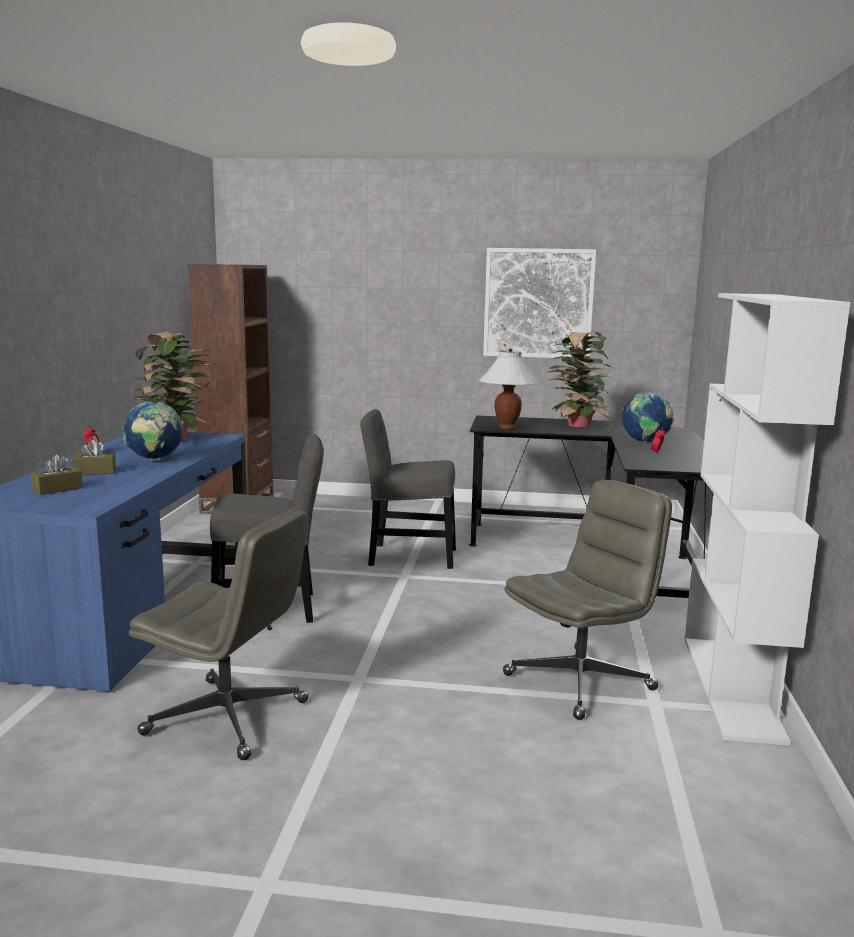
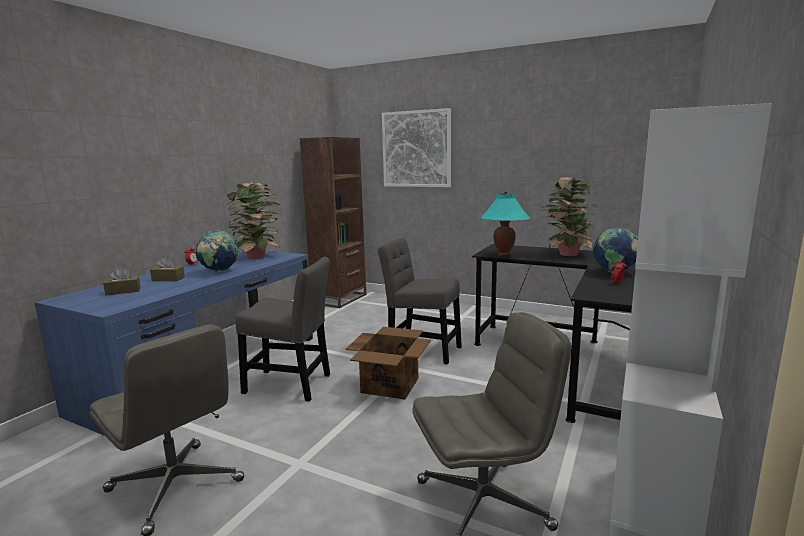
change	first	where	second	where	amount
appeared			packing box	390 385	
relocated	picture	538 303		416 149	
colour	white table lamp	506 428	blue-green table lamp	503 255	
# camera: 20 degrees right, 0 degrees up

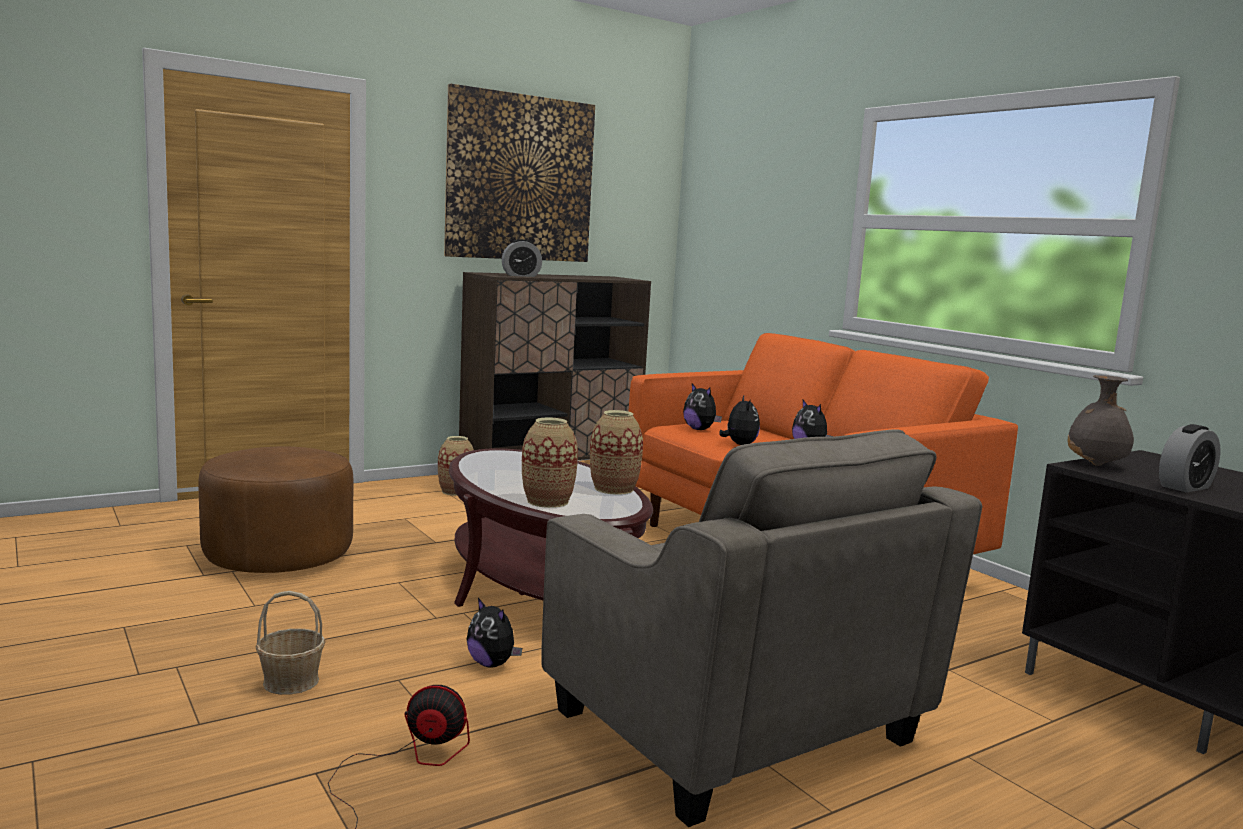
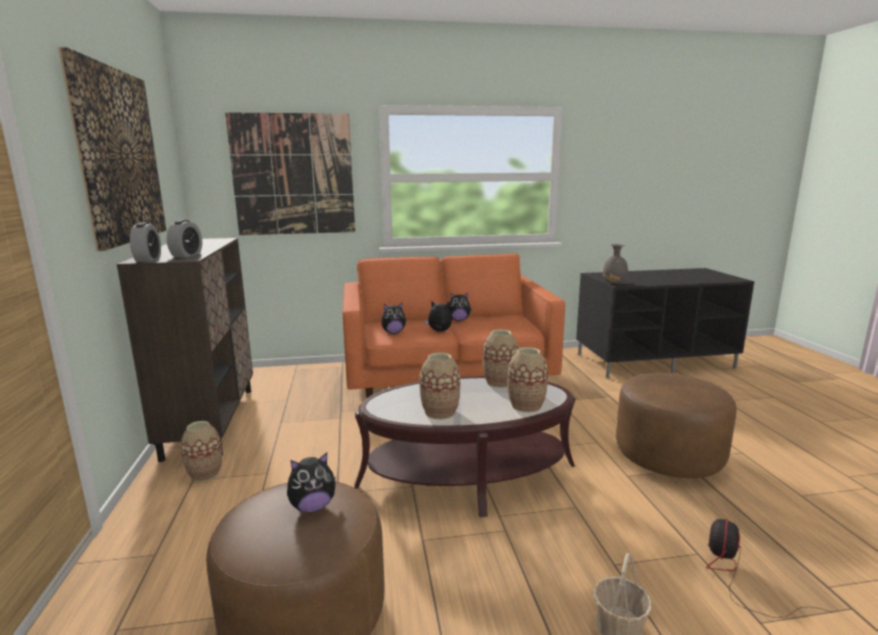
change	first	where	second	where	amount
appeared			picture	293 175	
appeared			vase	440 412	
relocated	cuddly toy	492 664		312 506	
relocated	bedside clock	1185 487		148 259	
exchanged	grey armchair	734 728	brown pouffe	669 455	
# camera: 65 degrees left, 5 degrees up

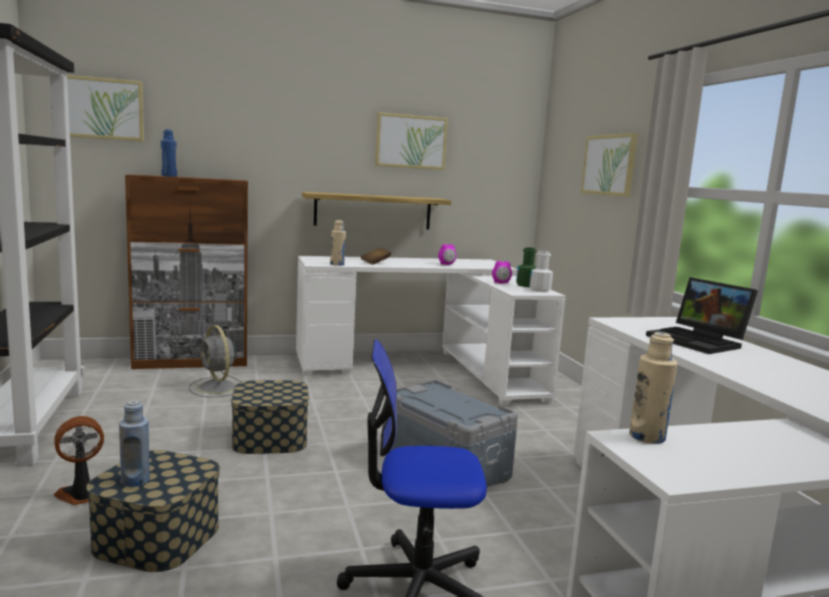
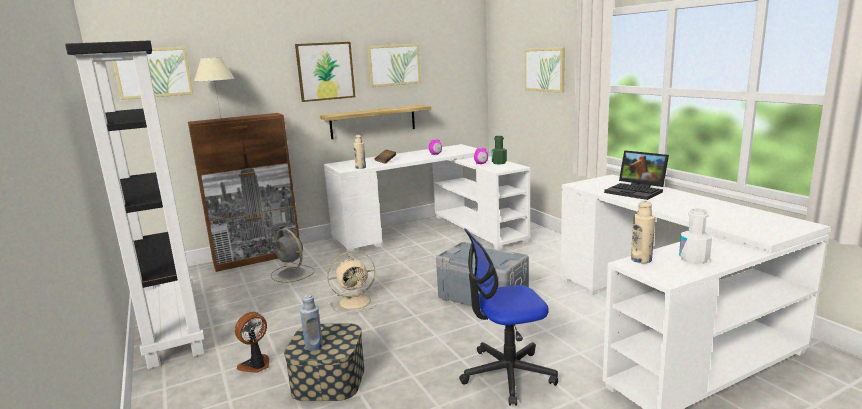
change	first	where	second	where	amount
appeared			picture	325 71	
relocated	white beverage bottle	540 290		694 259	
exchanged	blue beverage bottle	169 176	beige table lamp	220 119	
exchanged	storage container	270 437	beige fan	356 302	
# camera: 10 degrees left, 5 degrees up

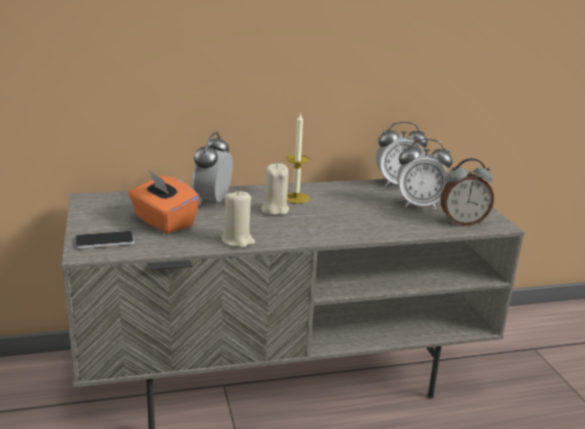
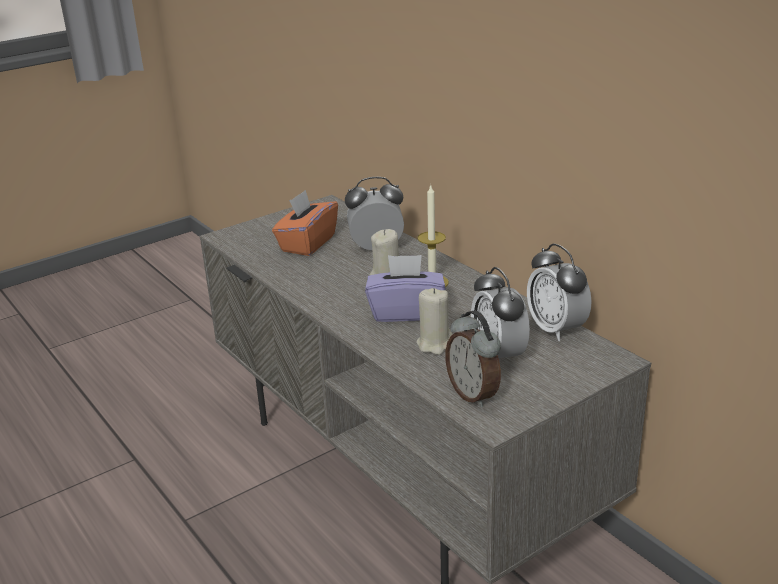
change	first	where	second	where	amount
missing	phone	104 241			
appeared			purplish tissue box	406 312	
relocated	beige wax candle	237 241		435 344	
# camera: 70 degrees right, 5 degrees up

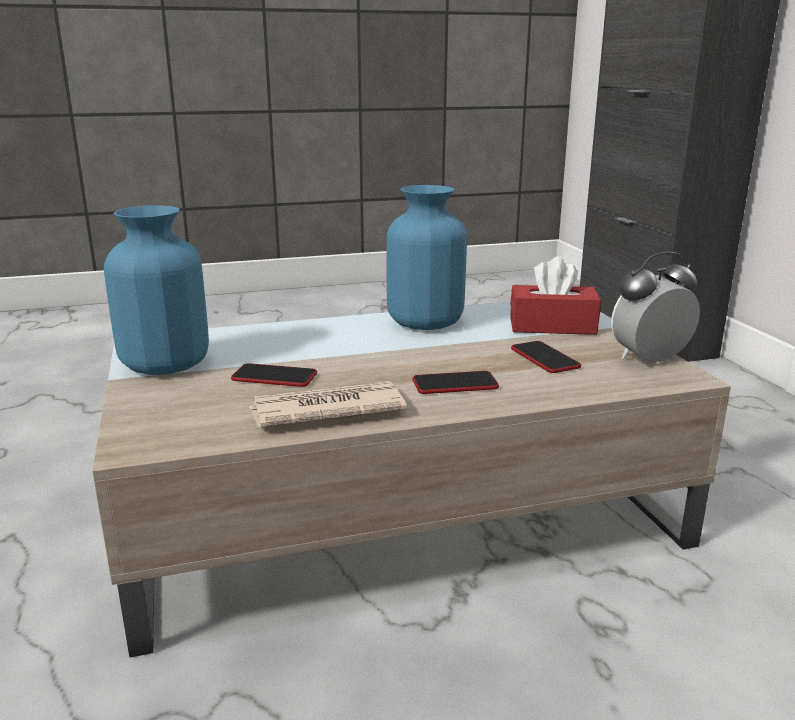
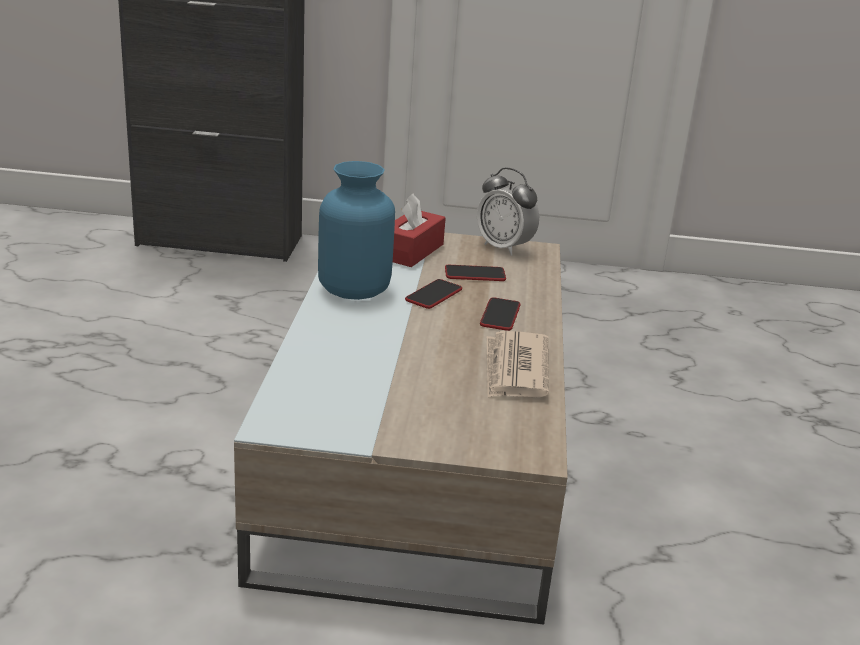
change	first	where	second	where	amount
missing	blue vase	165 364			
relocated	phone	274 377		433 295	
spun	bedside clock	649 360		504 247	45 degrees counterclockwise
# camera: 70 degrees left, 5 degrees up

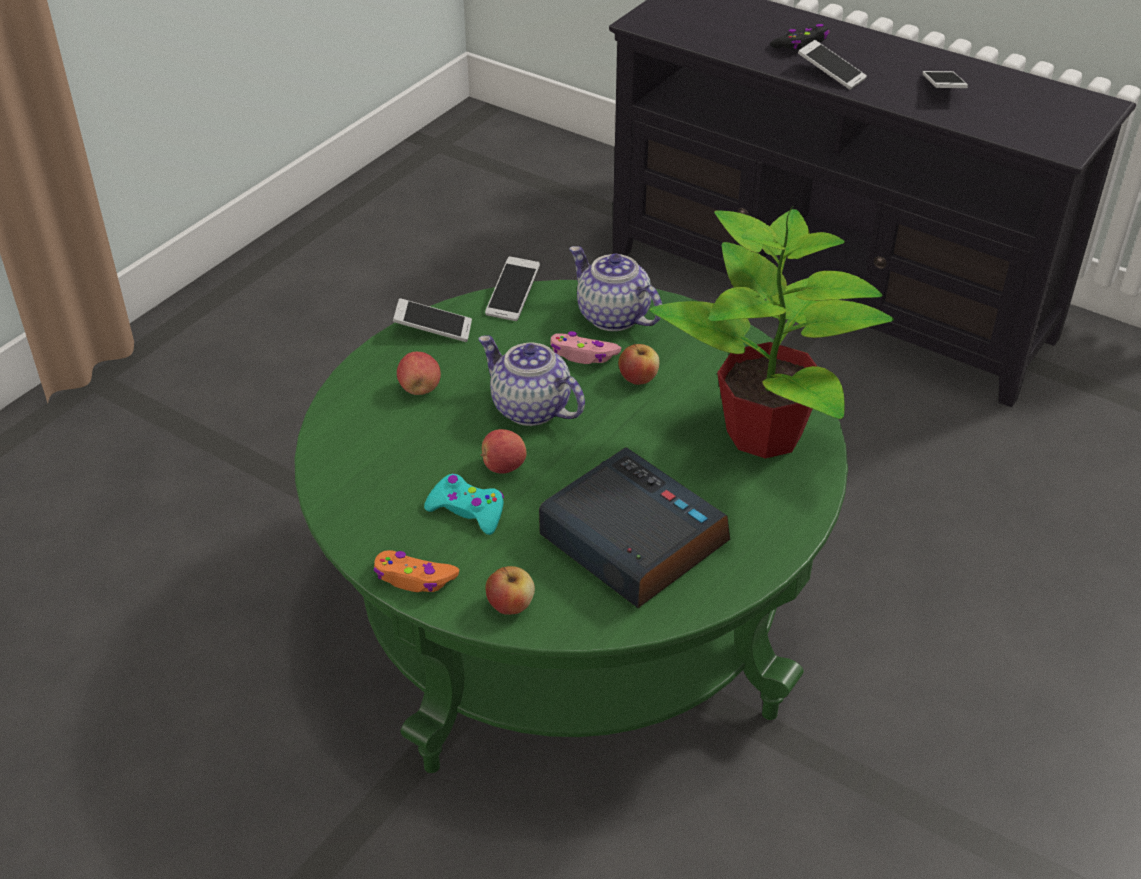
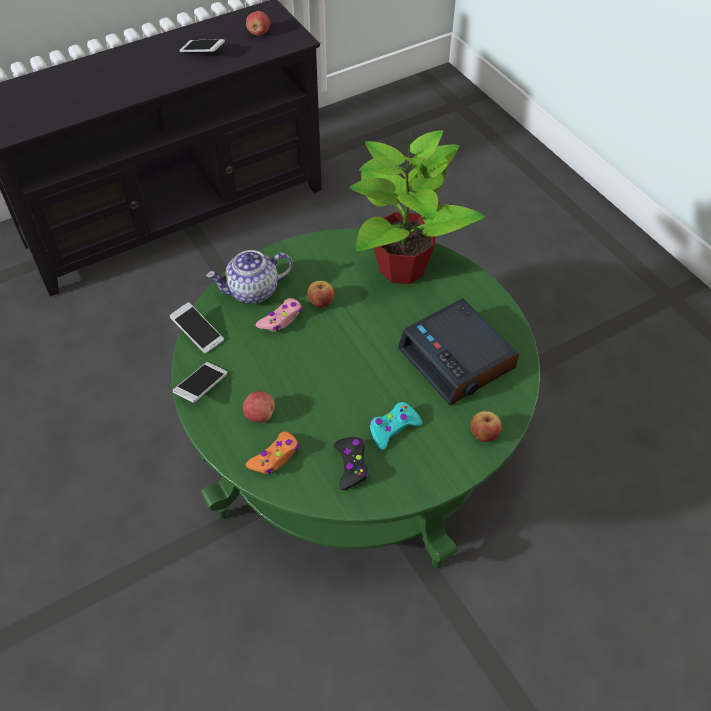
change	first	where	second	where	amount
missing	tea pot	529 408			
missing	phone	831 74			
relocated	orange-coloured game controller	414 578		275 457	
relocated	whole apple	503 466		258 33	
relocated	blackish game controller	801 45		351 465	
spun	bedside clock	631 540		458 359	105 degrees counterclockwise
# camera: 65 degrees left, 10 degrees up

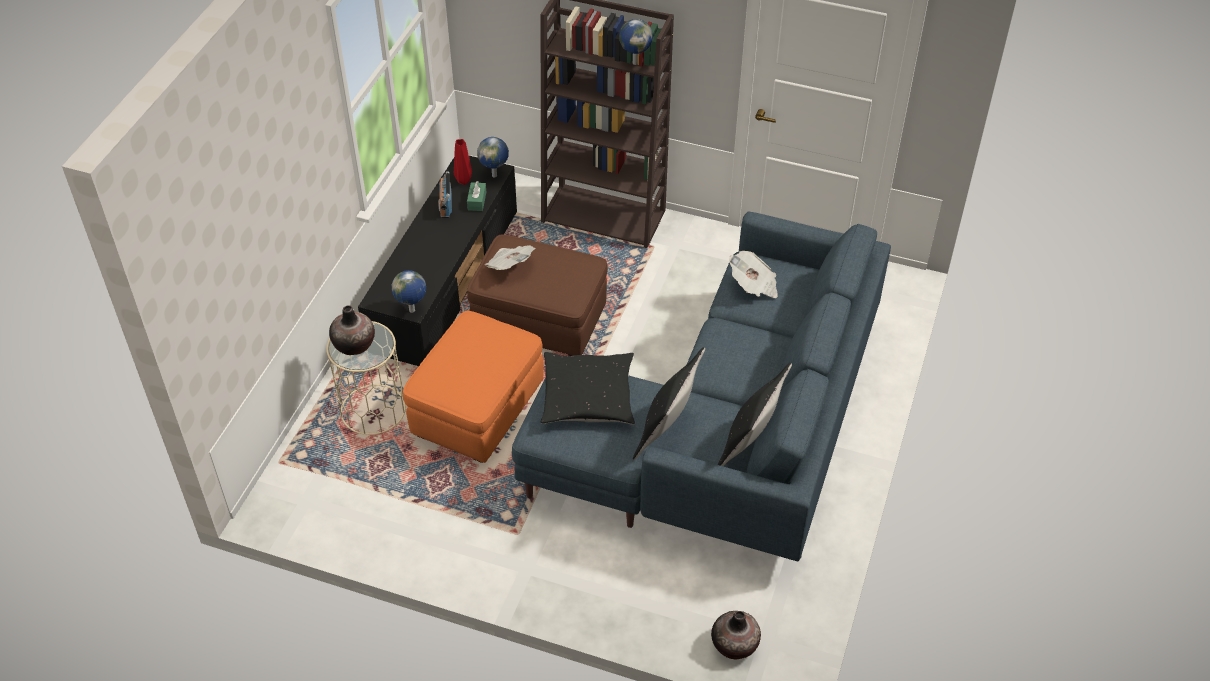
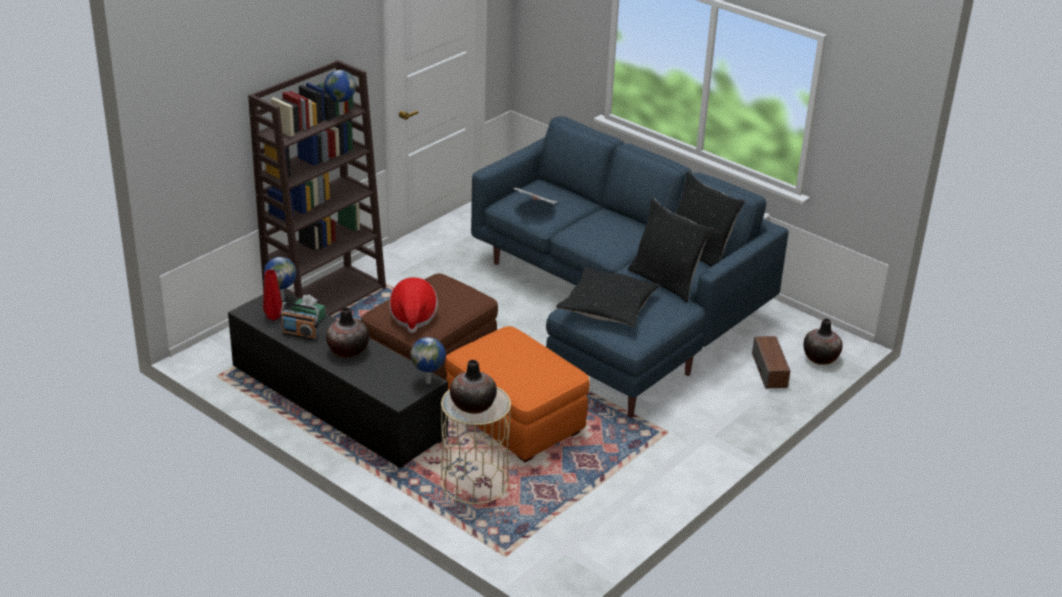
change	first	where	second	where	amount
appeared			vase	348 350	
appeared			loudspeaker	770 370	
exchanged	printed paper	510 266	hat	413 317	
# camera: 70 degrees left, 15 degrees down

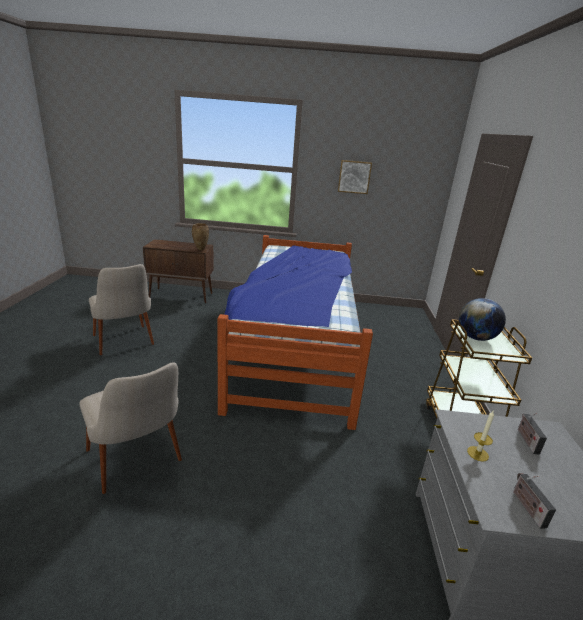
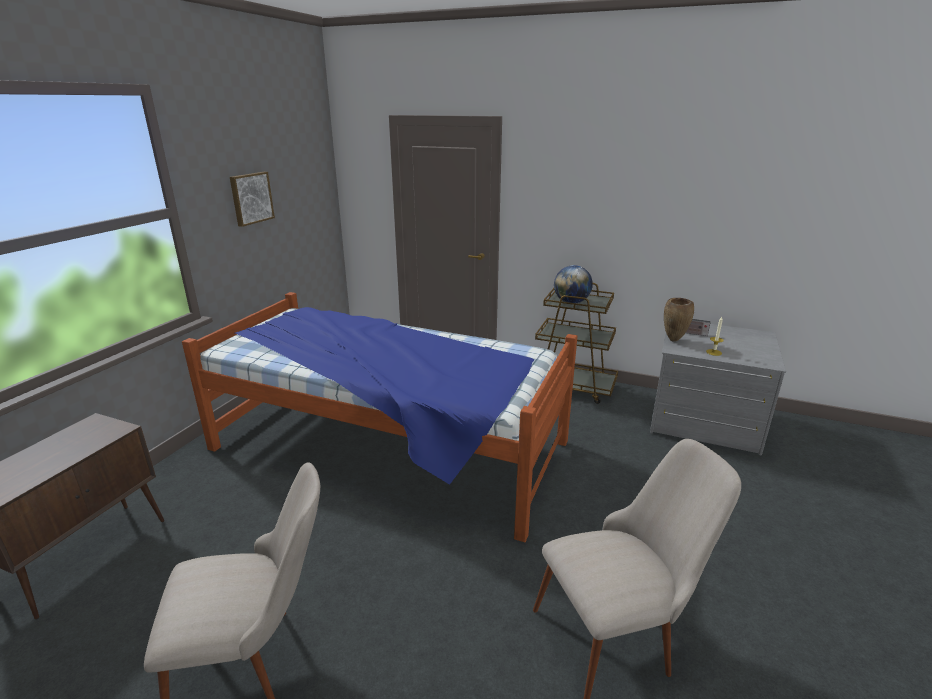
change	first	where	second	where	amount
missing	radio set	527 507			
relocated	brown vase	200 249		673 340	
# camera: 70 degrees left, 0 degrees up

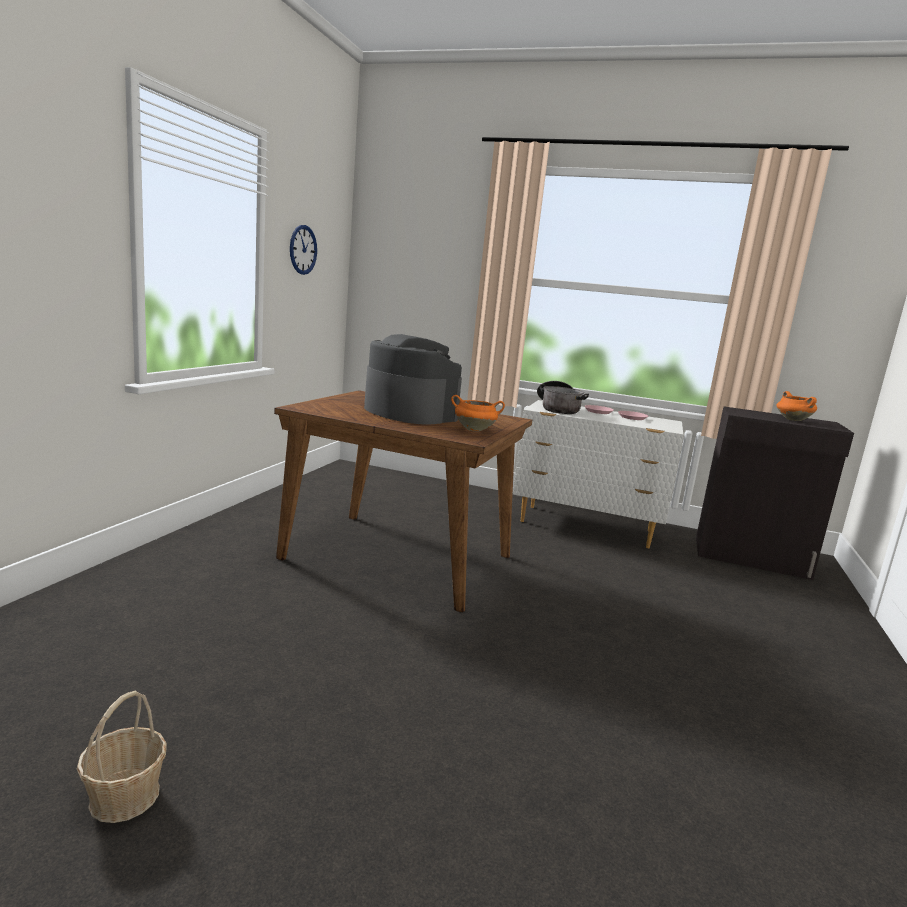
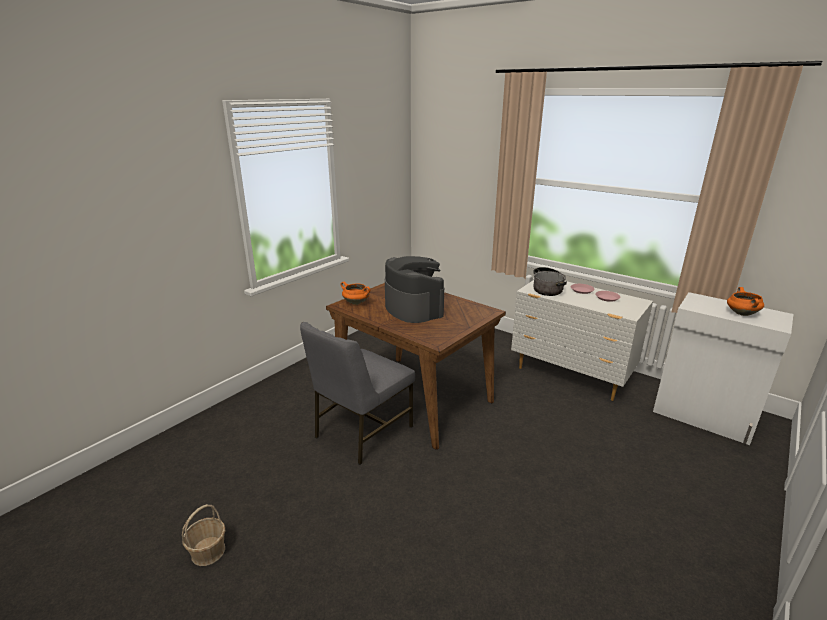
change	first	where	second	where	amount
missing	hanging clock	303 249			
appeared			grey chair	361 432	
relocated	orange-coloured cooking pot	475 430		356 303	
colour	blackish cupboard	752 558	white cupboard	703 417	
# camera: 20 degrees right, 10 degrees up

